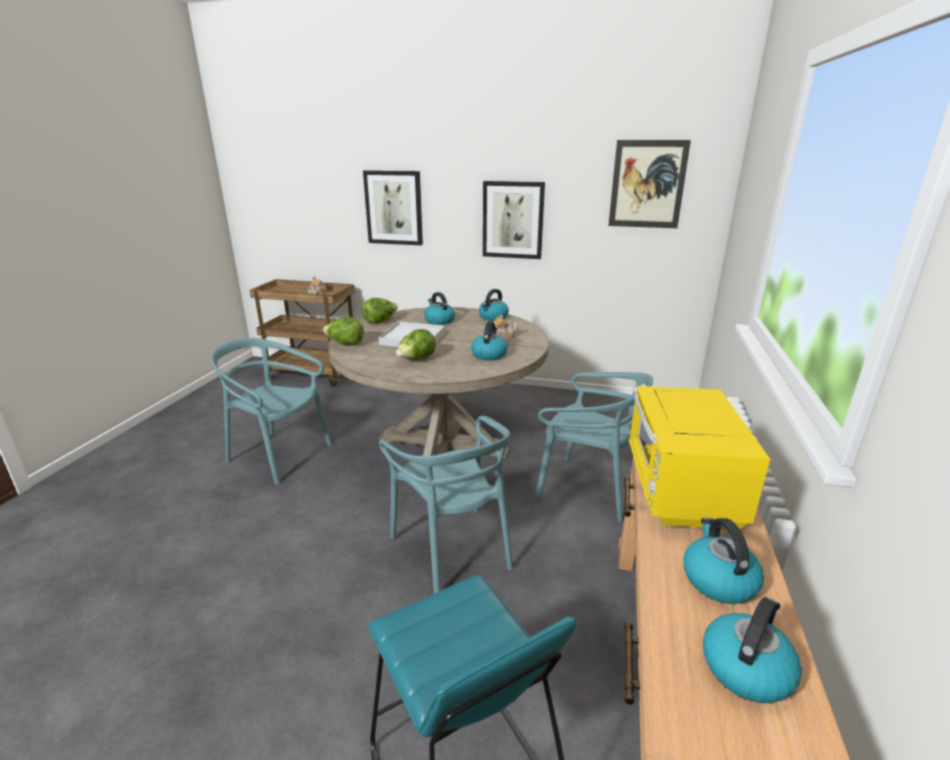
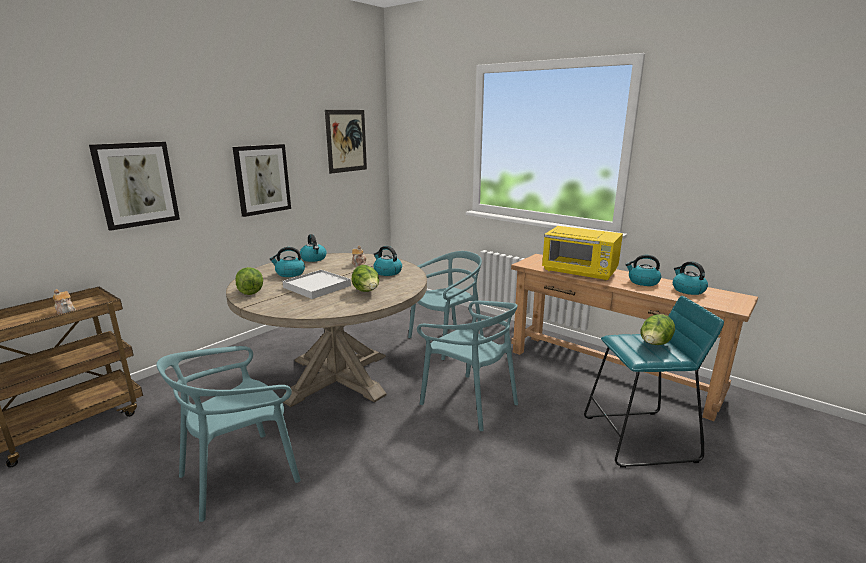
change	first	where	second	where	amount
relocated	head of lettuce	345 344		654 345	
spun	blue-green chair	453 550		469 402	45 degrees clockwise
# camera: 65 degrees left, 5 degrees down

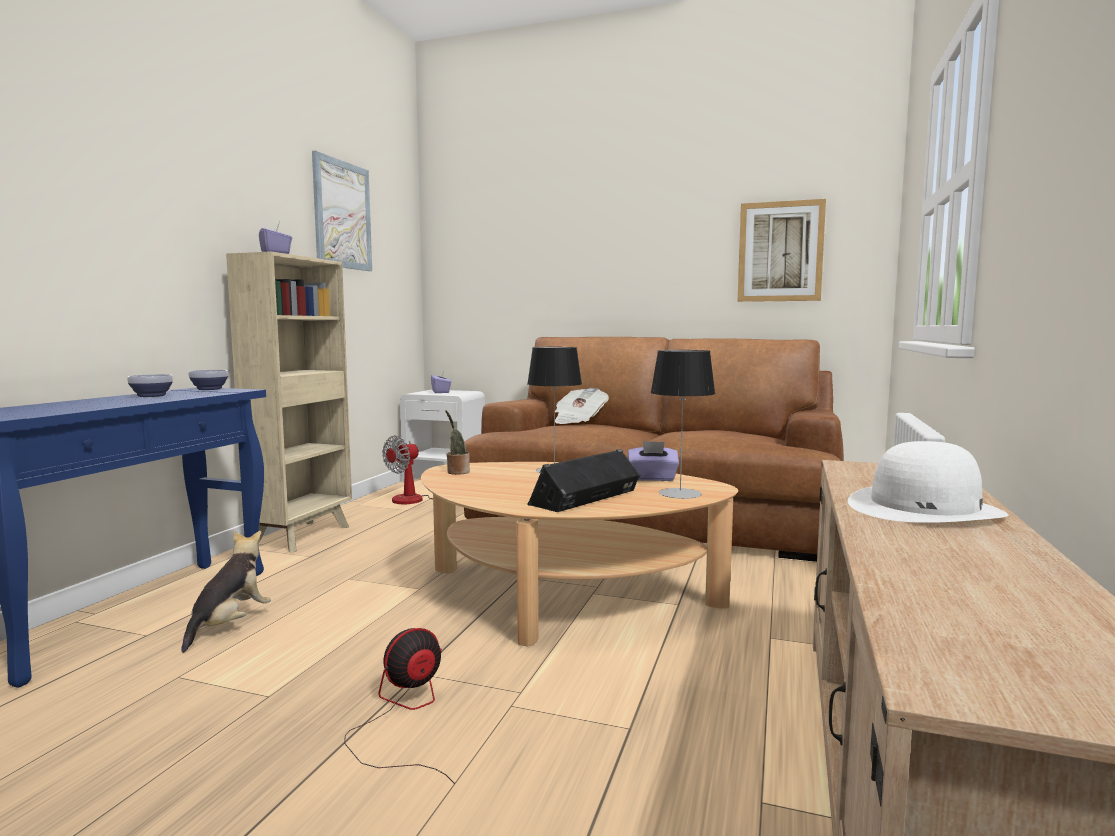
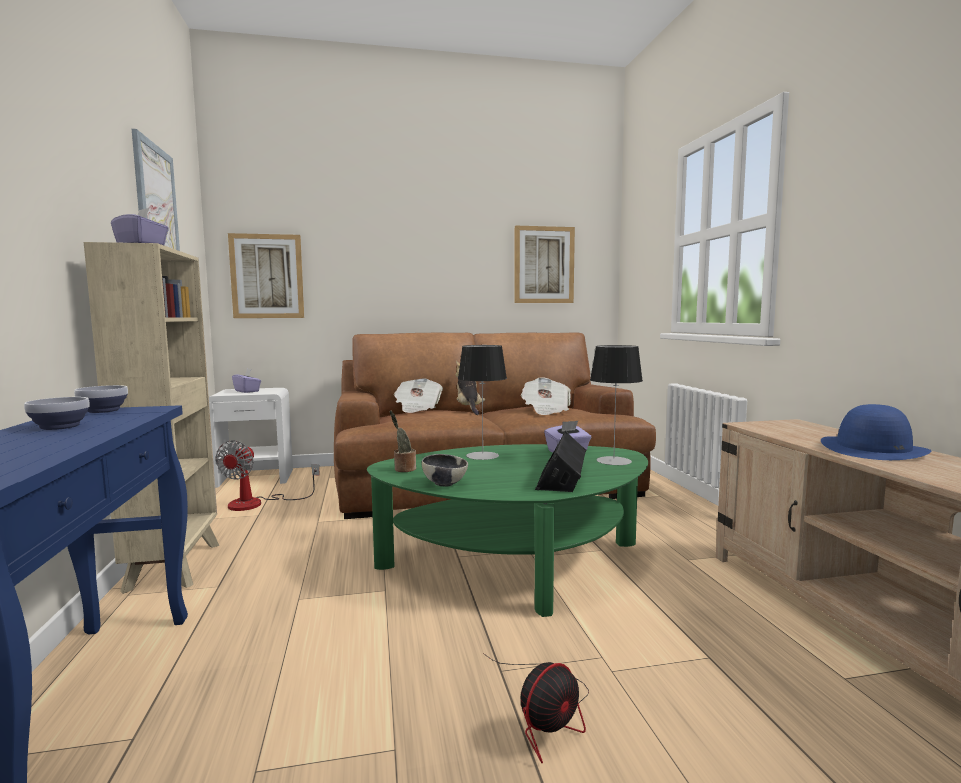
change	first	where	second	where	amount
appeared			picture	267 276	
appeared			deep dish	445 484	
appeared			printed paper	546 410	
relocated	cuddly toy	229 624		468 409	
colour	beige low table	564 596	green low table	516 564	
colour	white hat	924 508	blue hat	873 449	
spun	fan	404 715		547 714	150 degrees counterclockwise
# camera: 30 degrees left, 0 degrees up

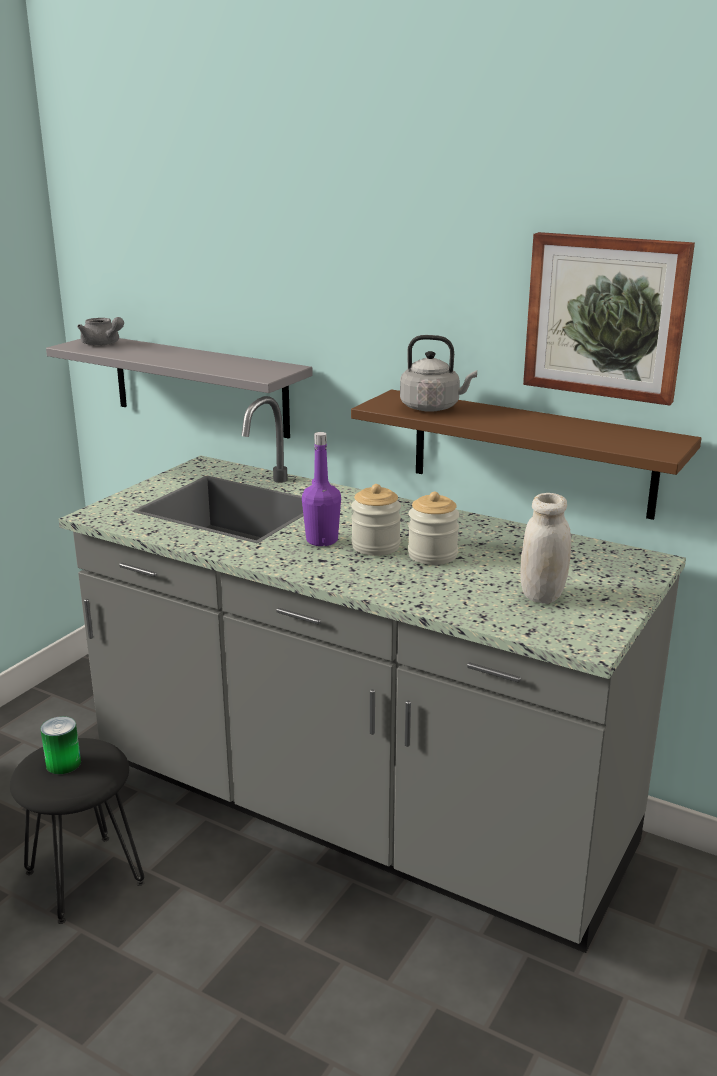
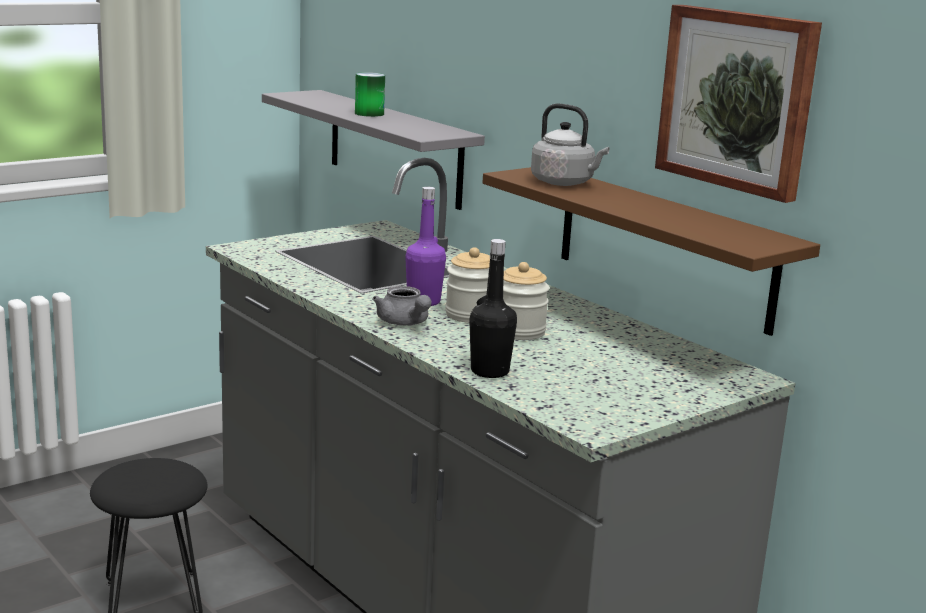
change	first	where	second	where	amount
missing	white jar	542 595			
appeared			blackish beverage bottle	490 371	
relocated	metal can	63 763		369 114	
relocated	grey tea pot	103 344		404 323	
# camera: 20 degrees right, 5 degrees down

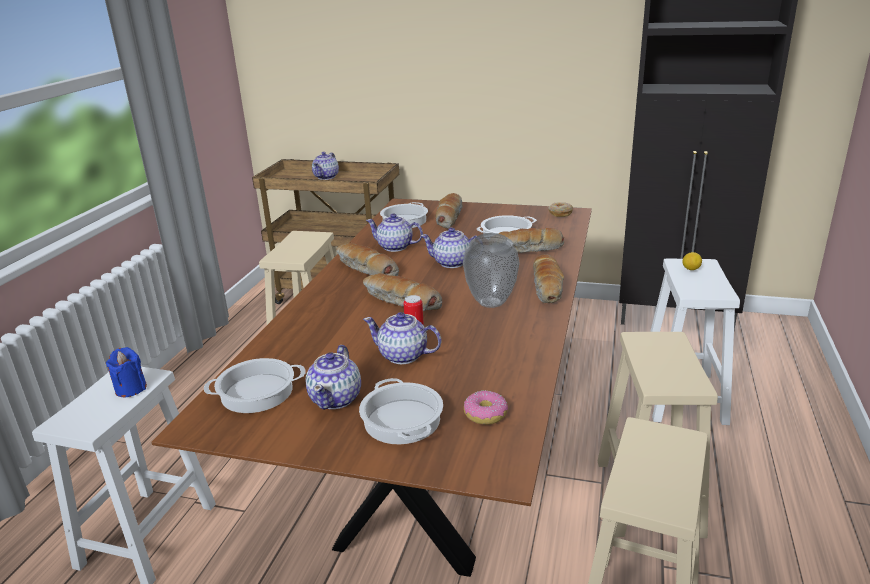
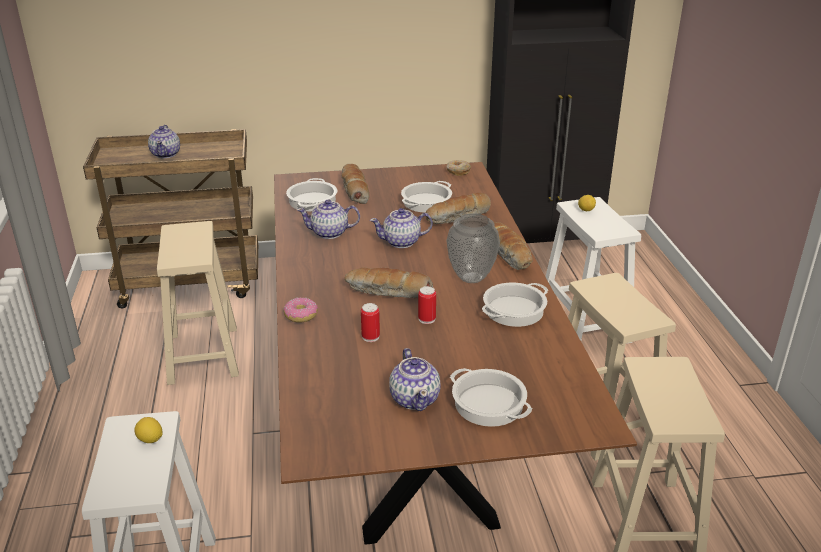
change	first	where	second	where	amount
missing	bakery bread	366 269			
missing	tea pot	403 356			
appeared			metal can	370 337	
relocated	cooking pot	256 393		514 311	
relocated	donut	486 414		301 315	
exchanged	blue wax candle	131 389	whole lemon	150 440	
# camera: 25 degrees left, 5 degrees up

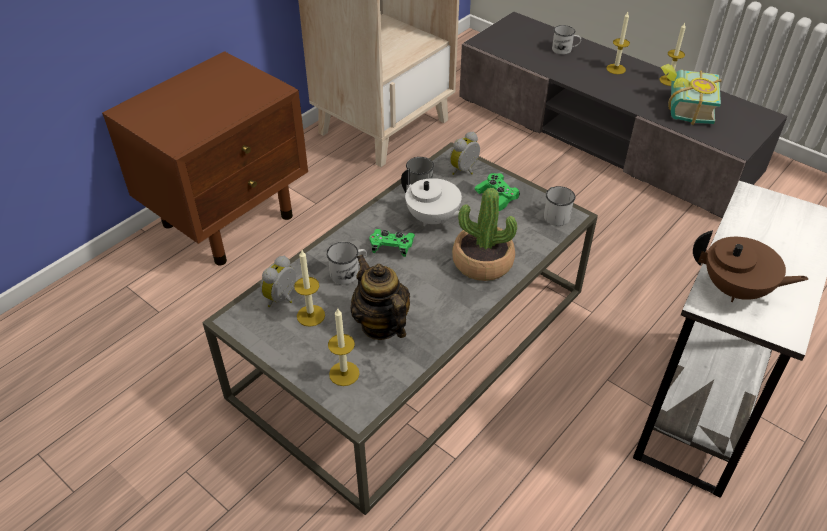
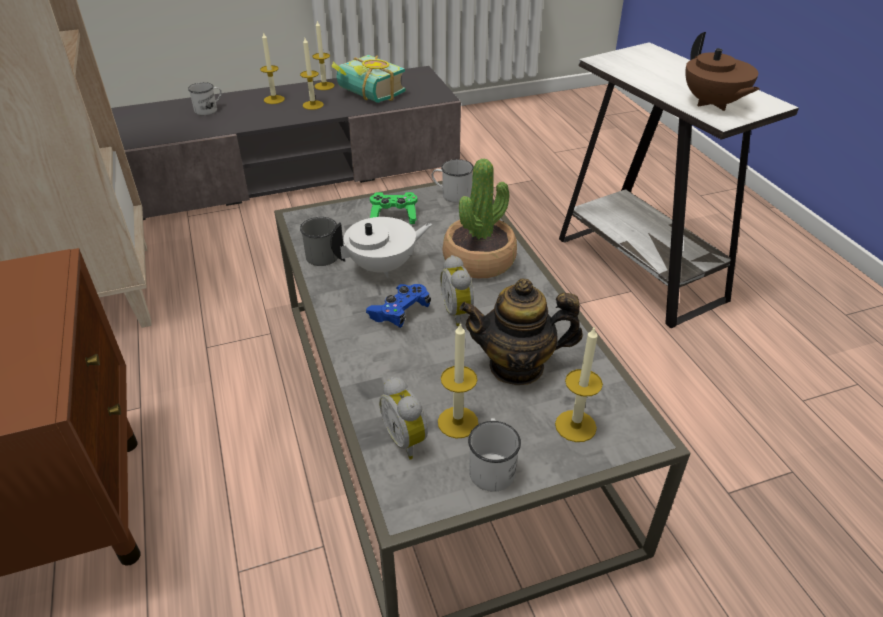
change	first	where	second	where	amount
appeared			wax candle	313 105	
relocated	white coffee mug	349 273		491 466	
relocated	bedside clock	465 171		459 312	
colour	green game controller	392 247	blue game controller	400 312	
spun	brown tea pot	736 290		713 104	105 degrees clockwise
# camera: 60 degrees left, 5 degrees down

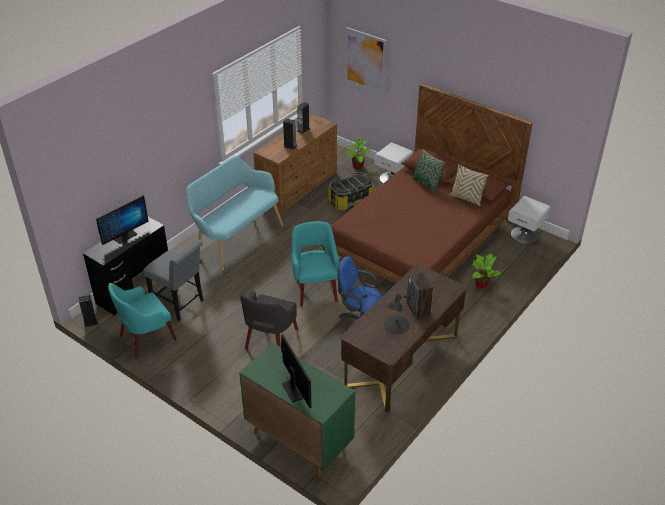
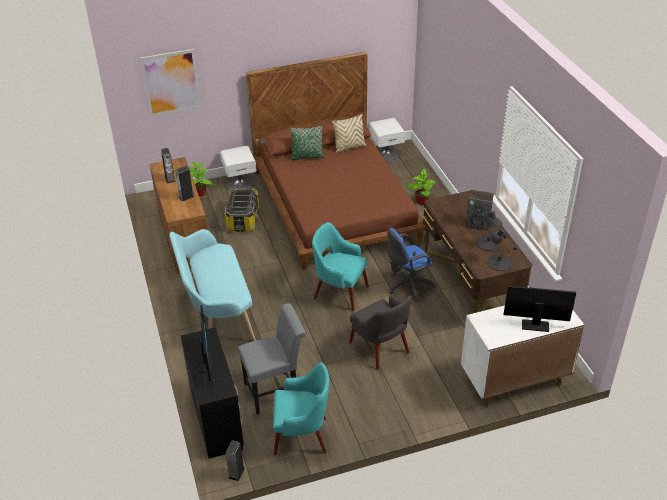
change	first	where	second	where	amount
appeared			blackish table lamp	498 262	
colour	green cupboard	298 439	white cupboard	513 381	
spun	blue-green armchair	146 338		302 435	90 degrees counterclockwise
# camera: 55 degrees left, 0 degrees up

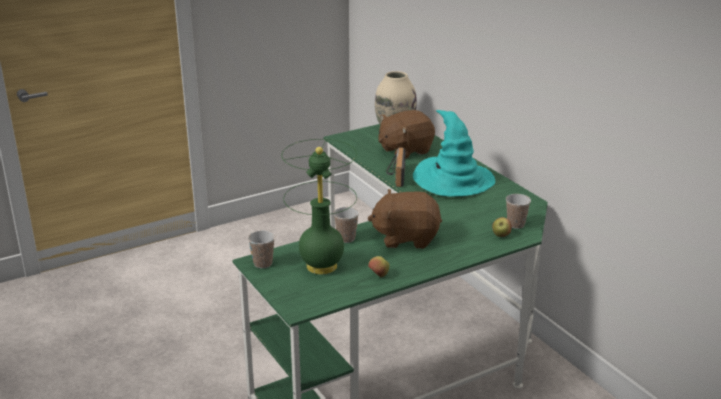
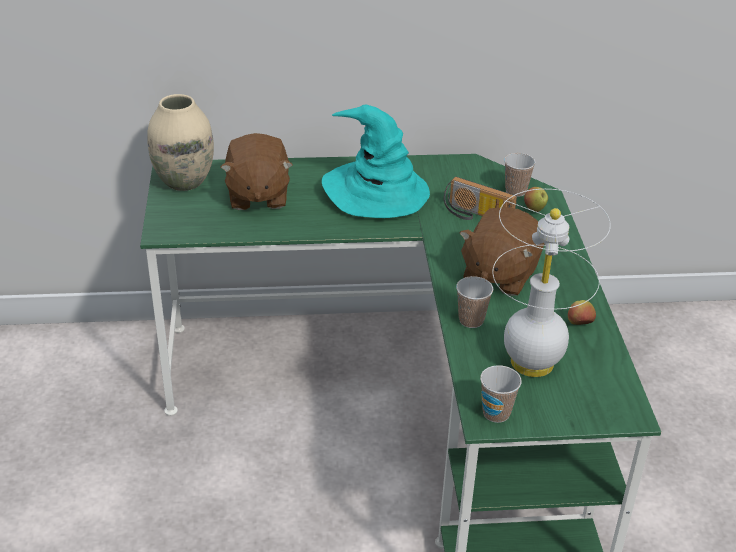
change	first	where	second	where	amount
relocated	radio set	395 175		476 216	
colour	green table lamp	322 266	white table lamp	532 362	
# camera: 65 degrees left, 10 degrees up

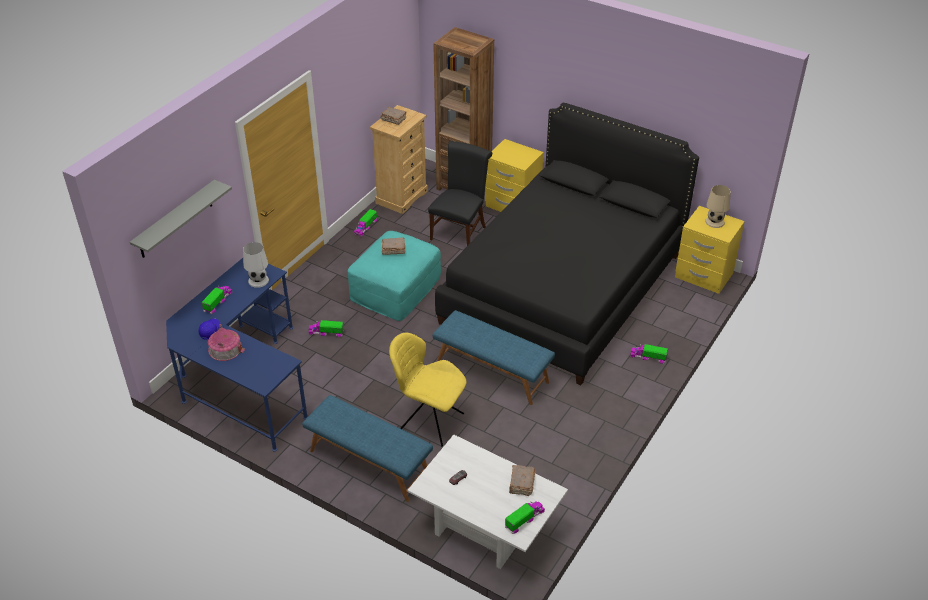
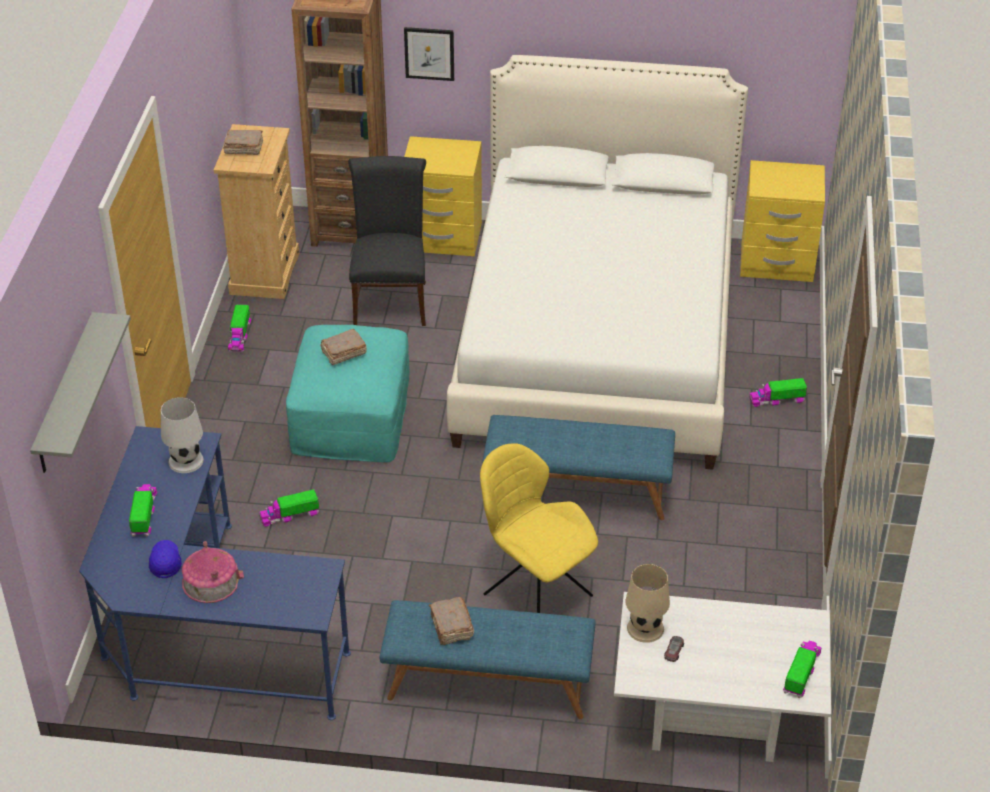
change	first	where	second	where	amount
appeared			picture	429 53	
relocated	brown volume	521 484		451 627	
relocated	beige table lamp	714 222		645 628	
colour	blackish sleeping bed	563 288	white sleeping bed	597 338	
spun	yellow-coloured chair	429 421		535 593	45 degrees clockwise
# camera: 25 degrees left, 0 degrees up

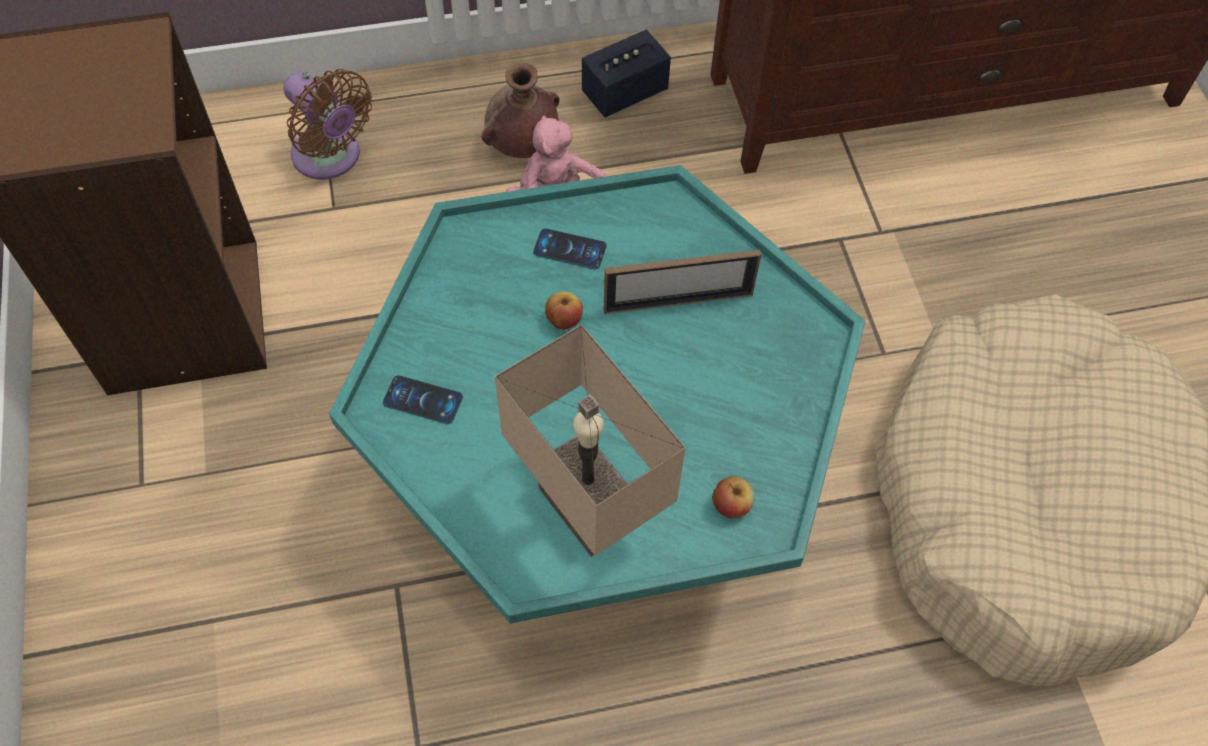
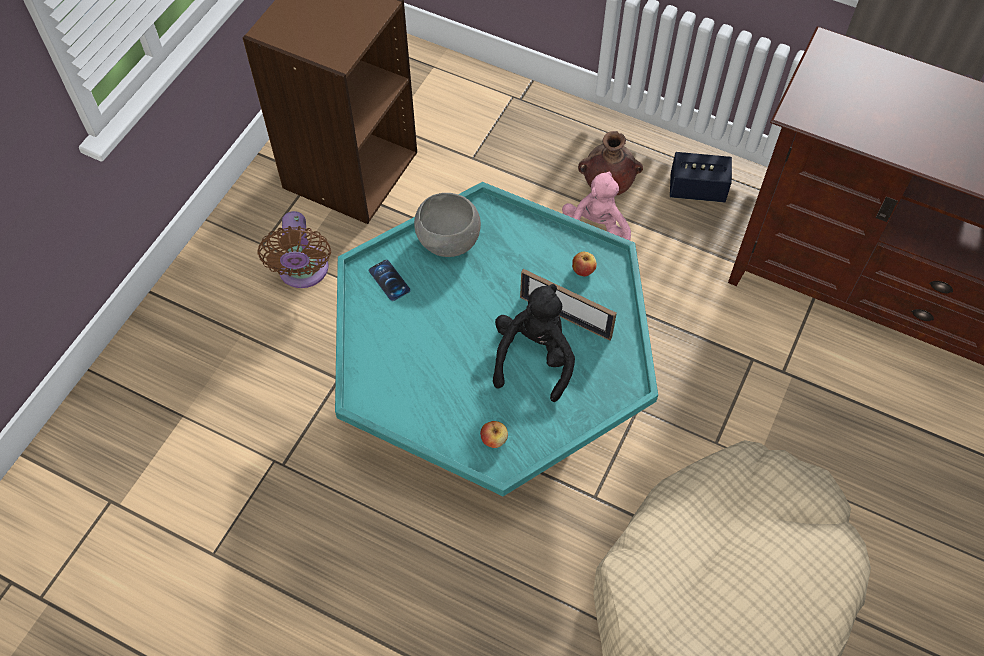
change	first	where	second	where	amount
missing	beige table lamp	582 508			
missing	phone	570 249			
appeared			grey deep dish	448 241	
appeared			blackish cuddly toy	534 357	
relocated	brown fan	330 158		303 272	
relocated	whole apple	564 320		583 270	
# camera: 40 degrees right, 0 degrees up

